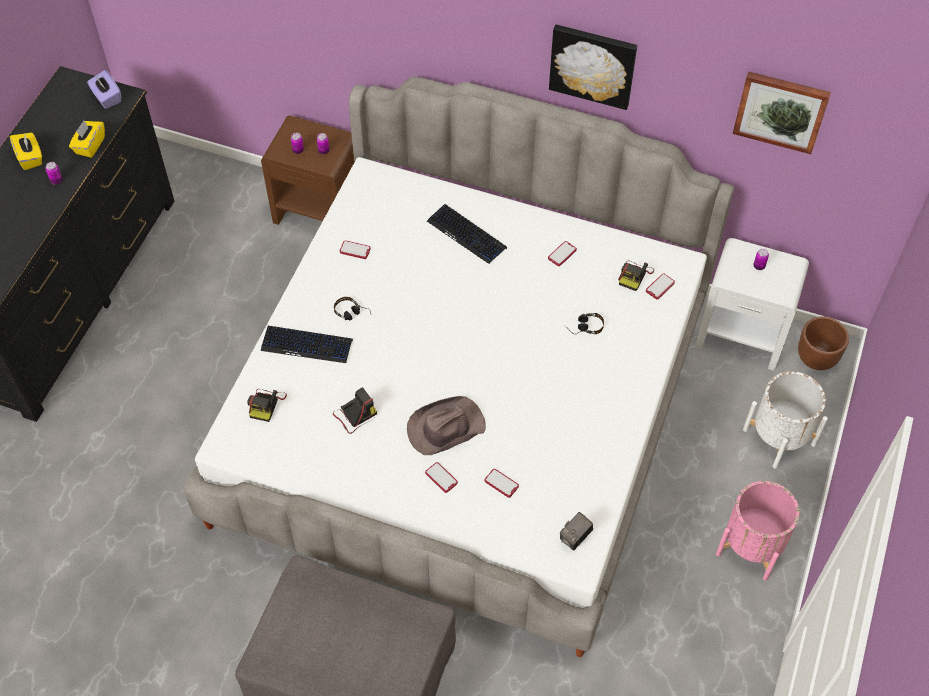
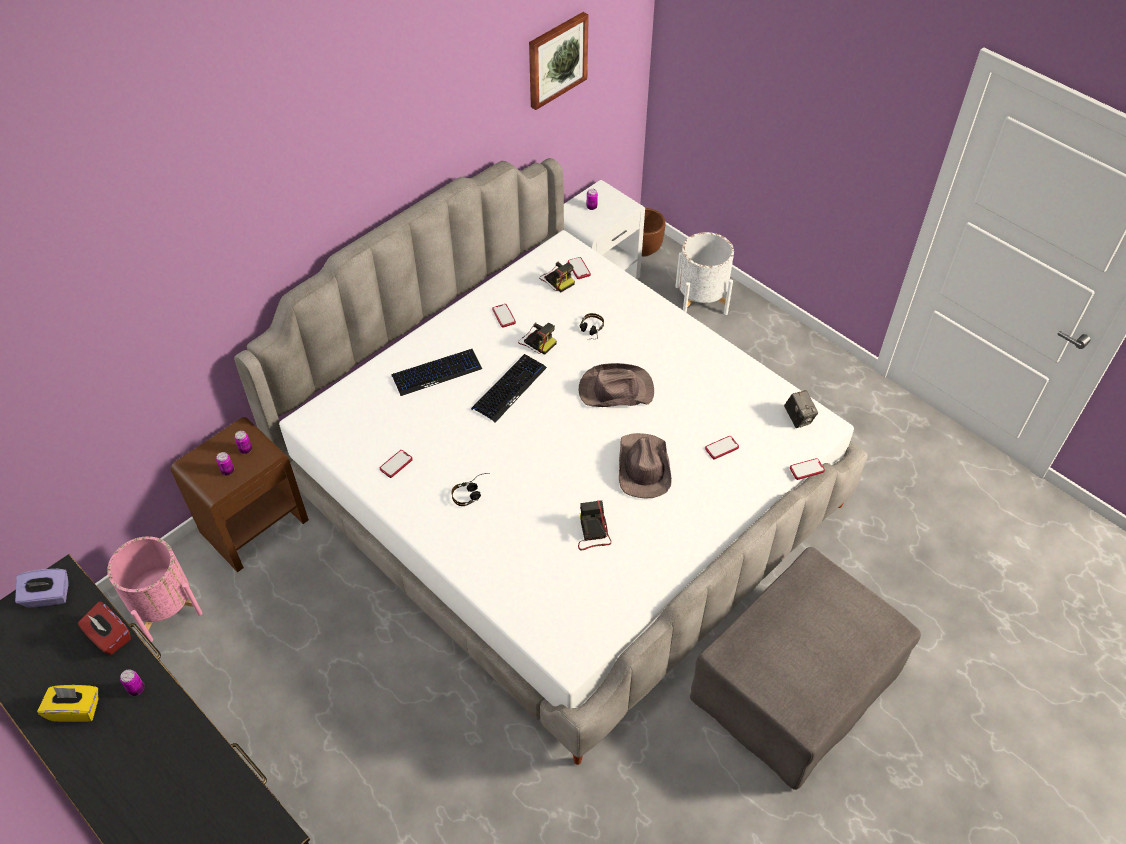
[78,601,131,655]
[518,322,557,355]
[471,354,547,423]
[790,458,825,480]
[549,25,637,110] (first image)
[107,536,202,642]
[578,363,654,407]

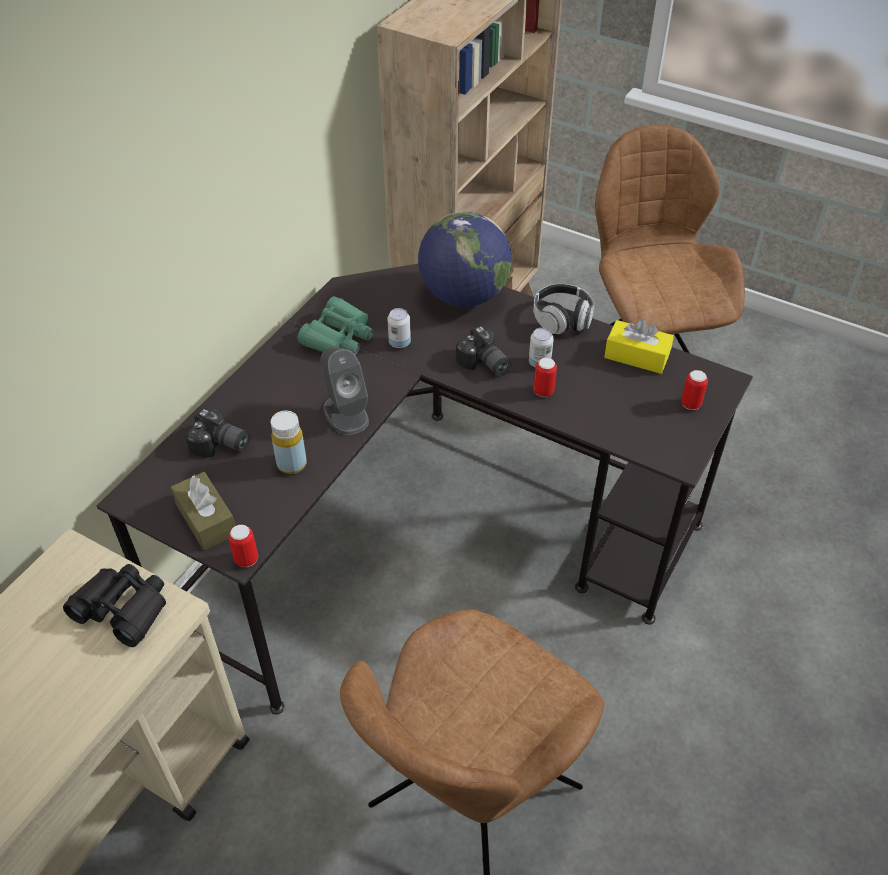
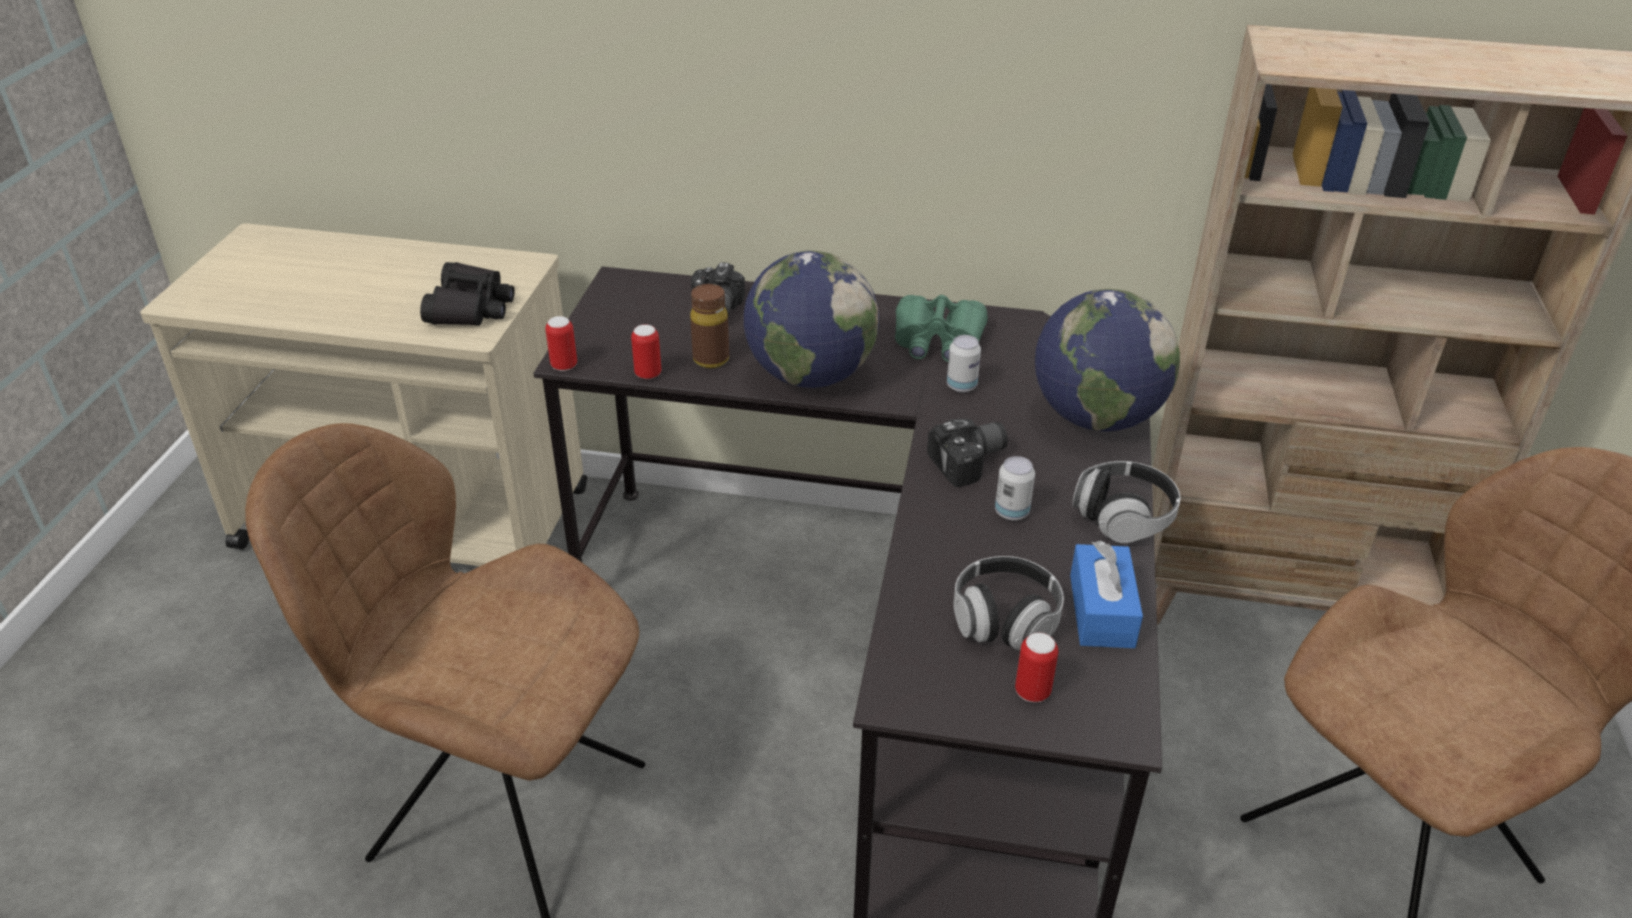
[171,472,235,550] (first image)
[690,284,729,368]
[744,251,879,388]
[927,418,1008,487]
[631,324,661,379]
[1070,541,1143,648]
[953,556,1064,651]

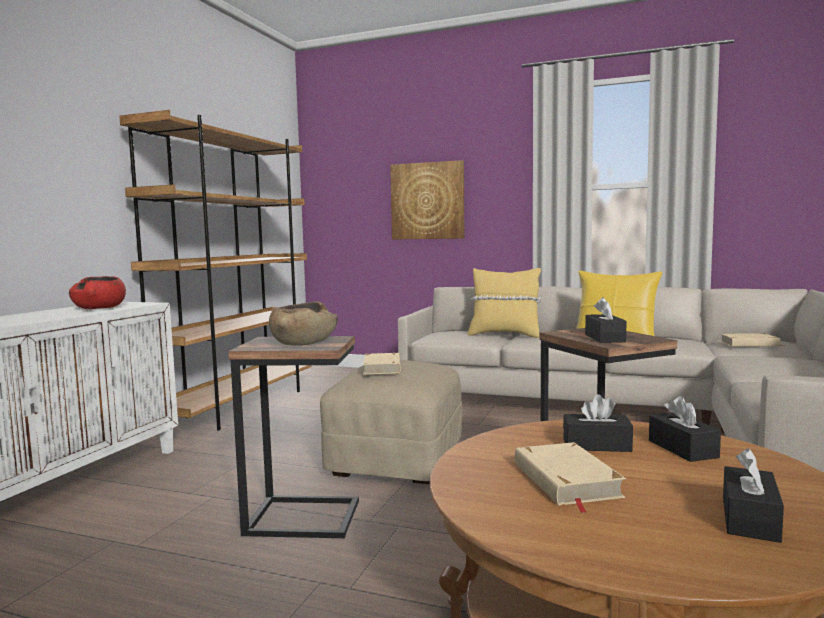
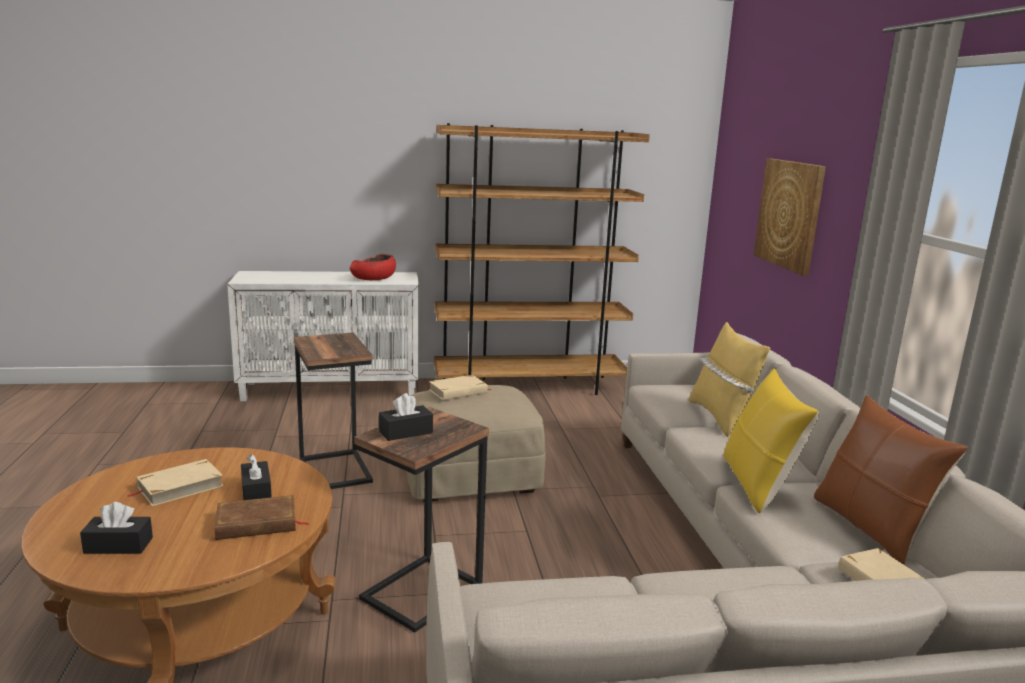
[269,301,338,346] (first image)
[215,495,309,540]
[814,395,968,565]

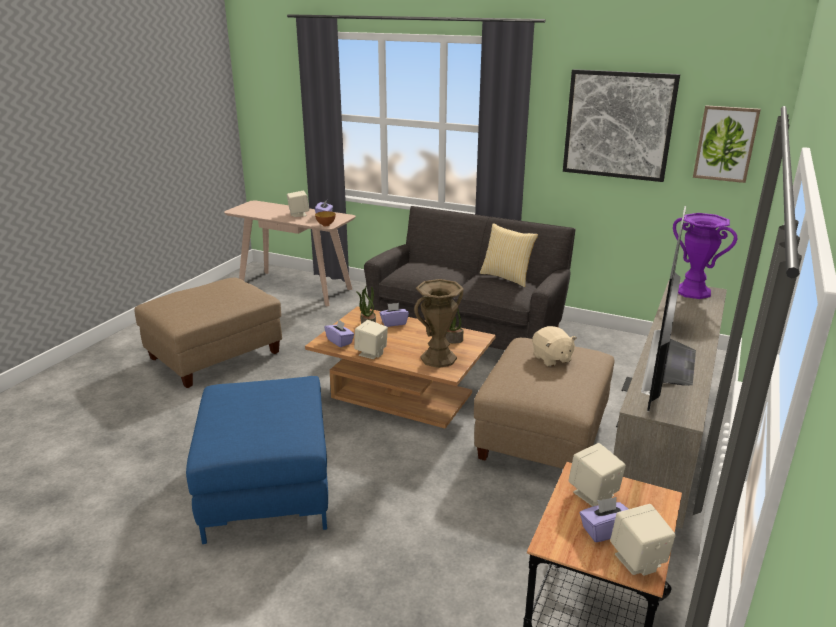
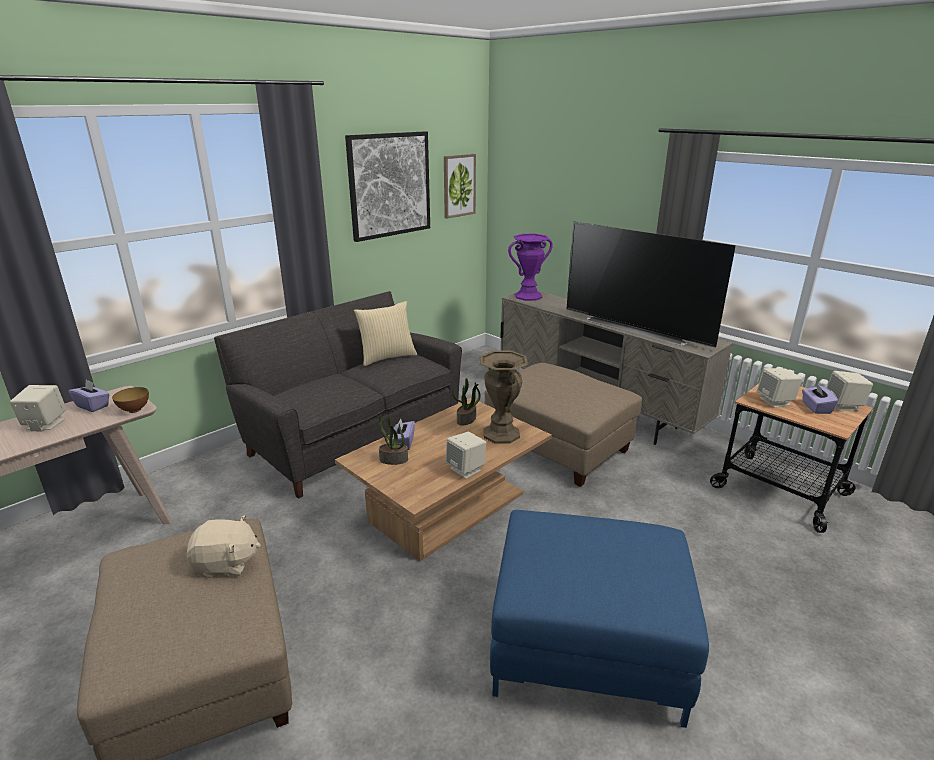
[324,319,354,347] (first image)
[187,515,261,578]

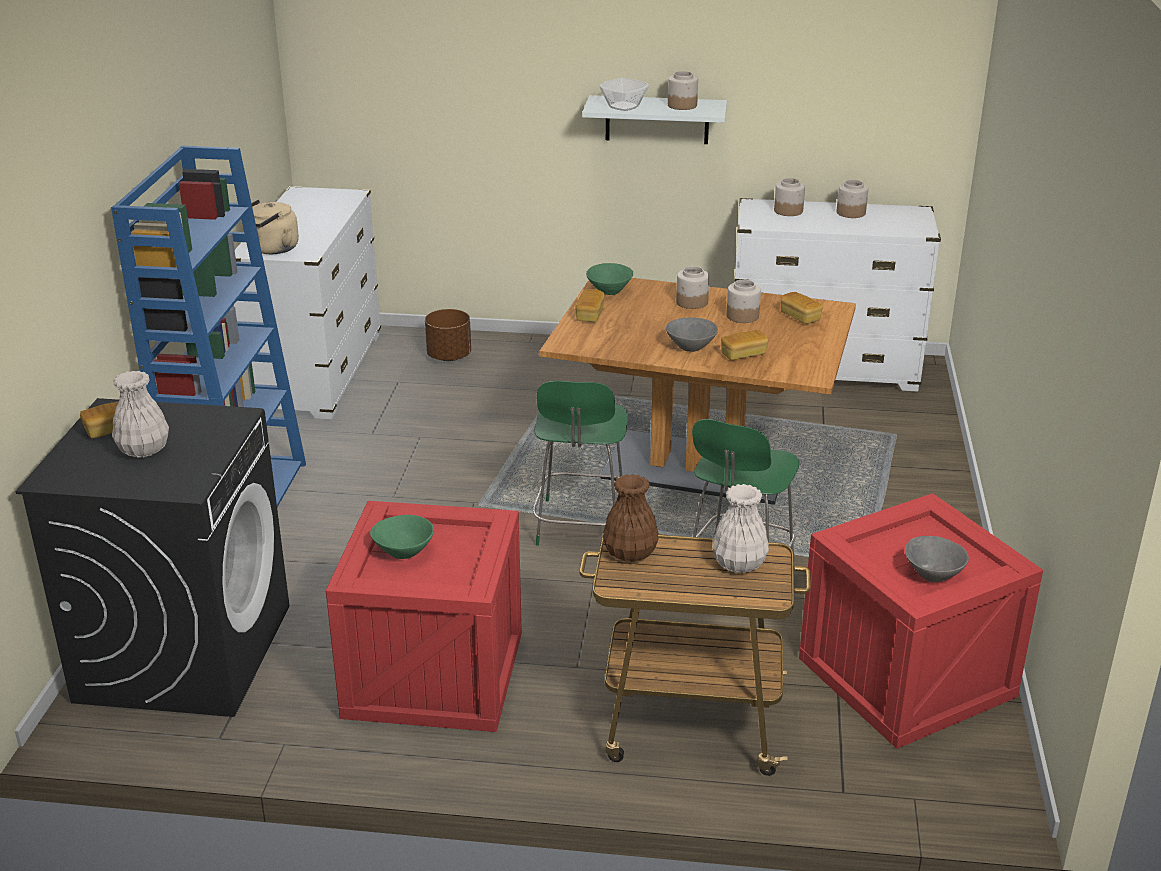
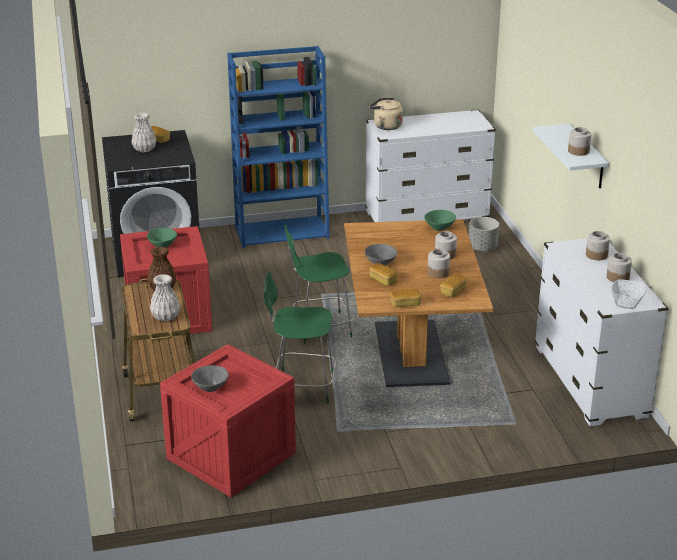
[469,217,499,251]
[390,289,421,307]
[611,279,646,309]

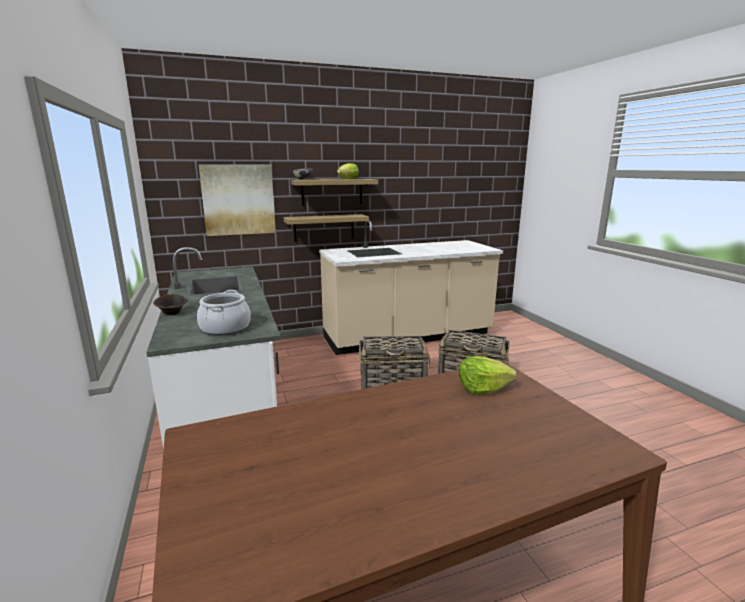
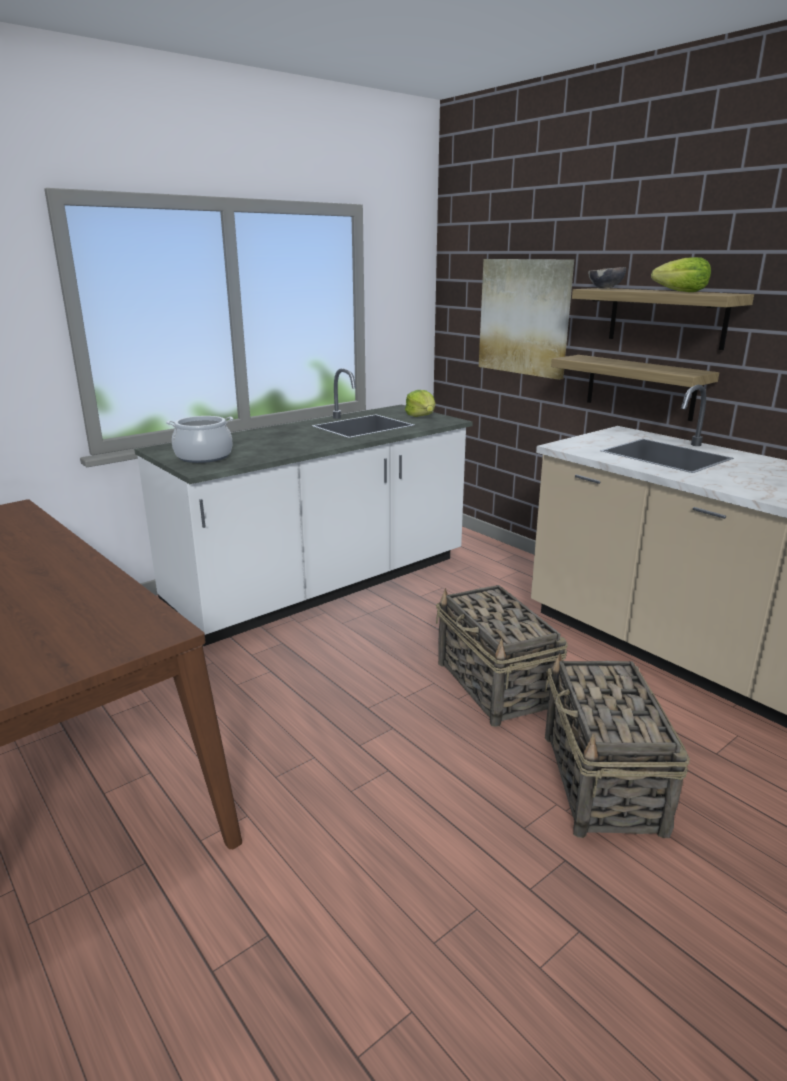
[153,294,187,315] (first image)
[405,390,435,417]

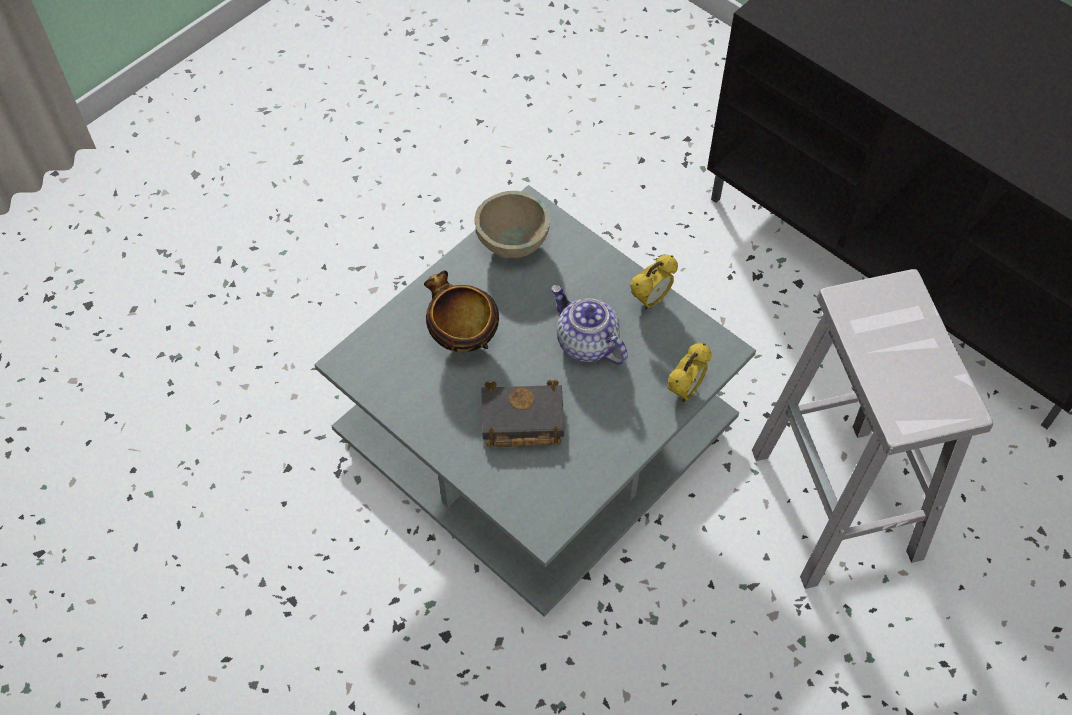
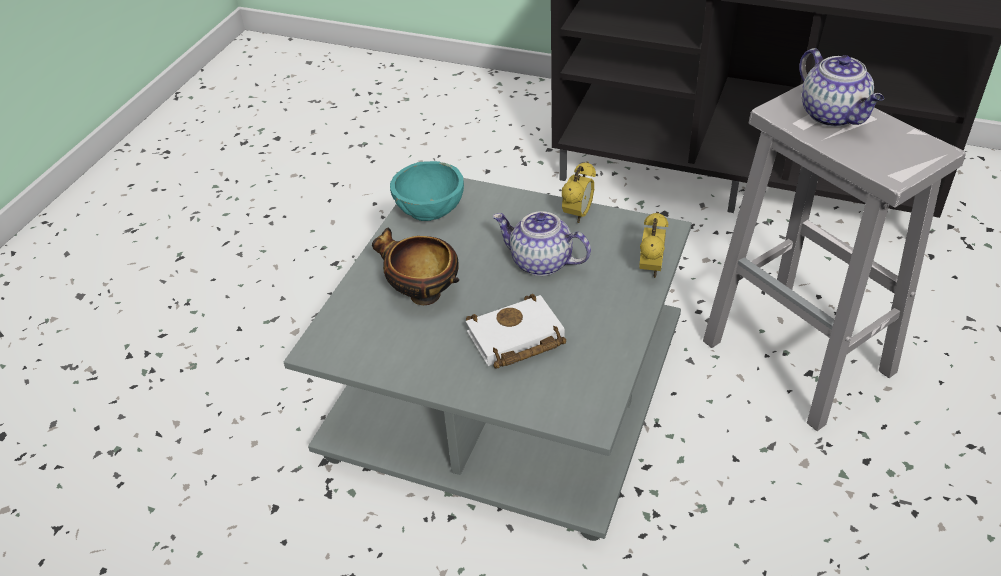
[390,161,464,221]
[466,294,566,369]
[799,48,884,127]

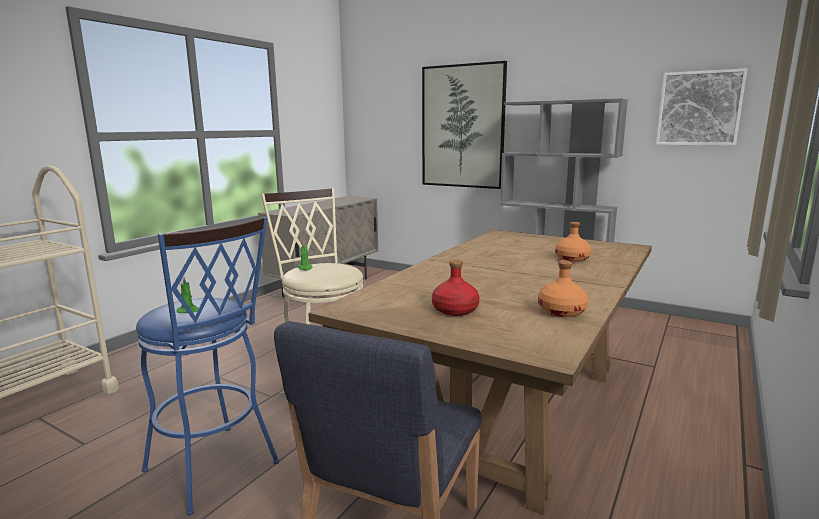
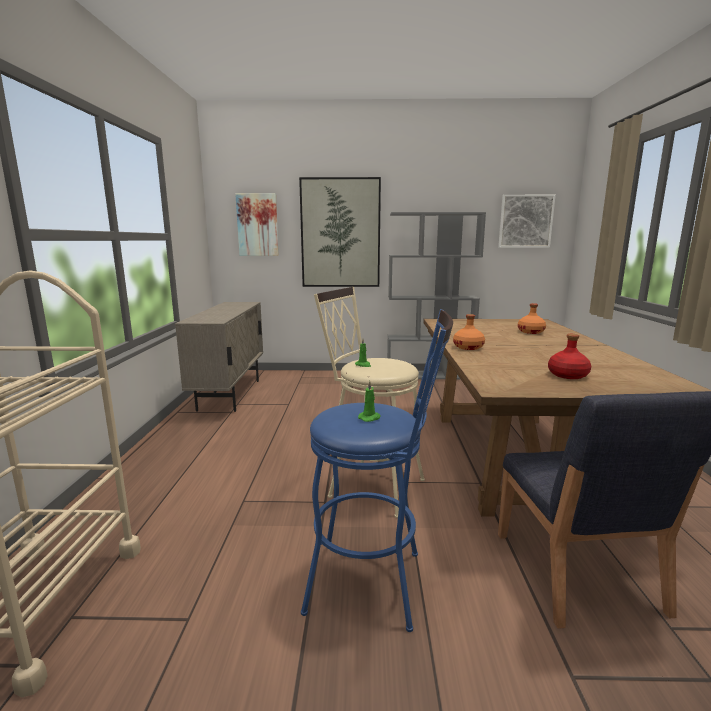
[453,314,485,350]
[235,193,279,256]

